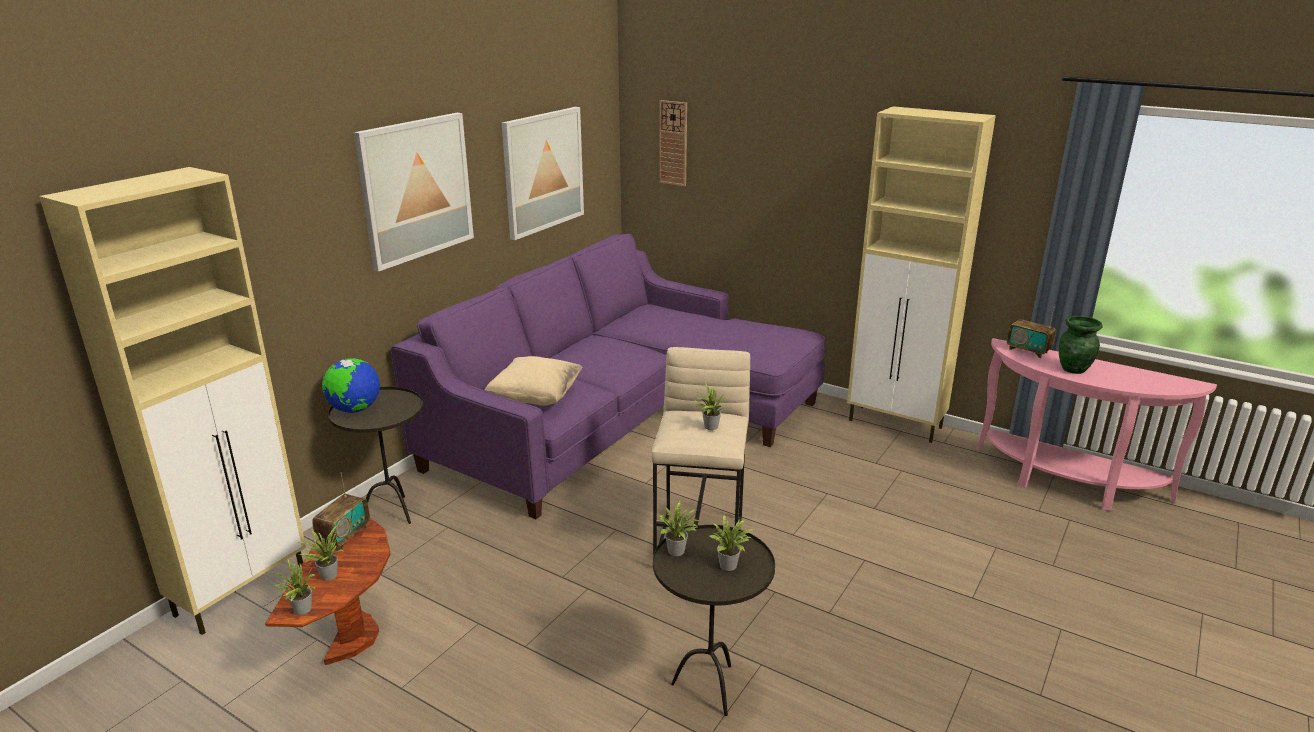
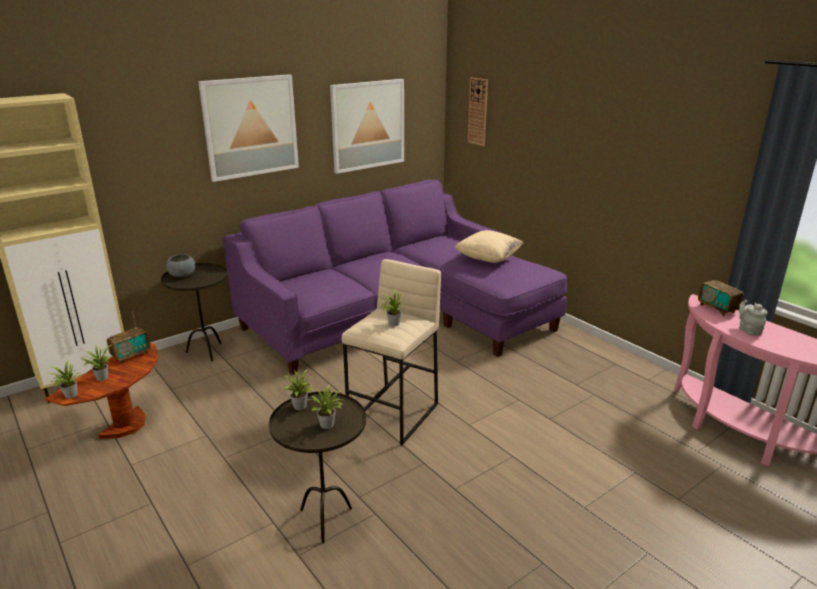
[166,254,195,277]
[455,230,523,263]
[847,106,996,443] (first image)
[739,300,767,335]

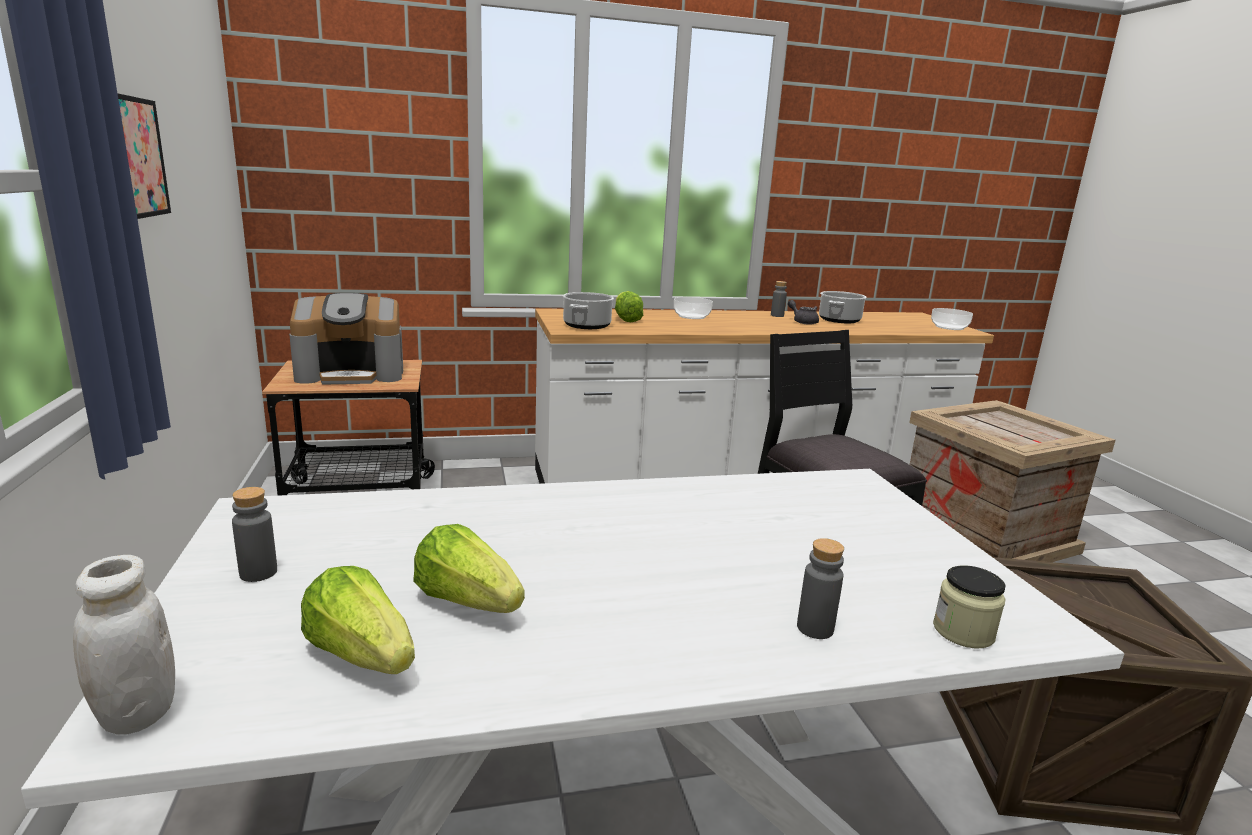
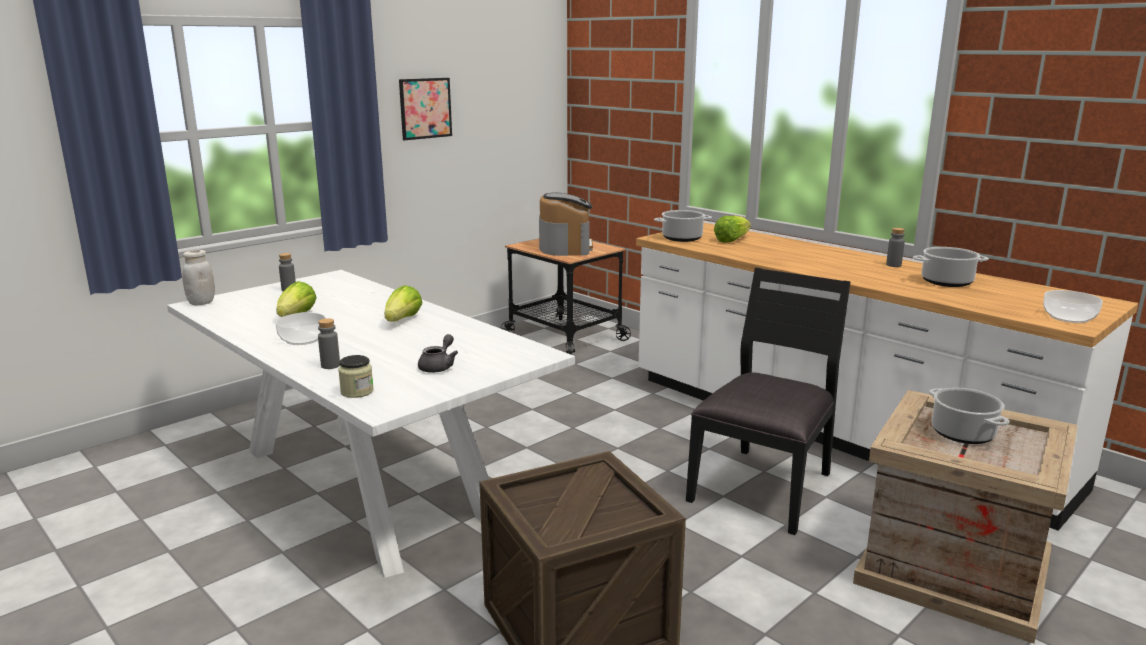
[539,192,593,256]
[385,285,422,322]
[276,313,326,345]
[418,334,458,373]
[929,387,1010,444]

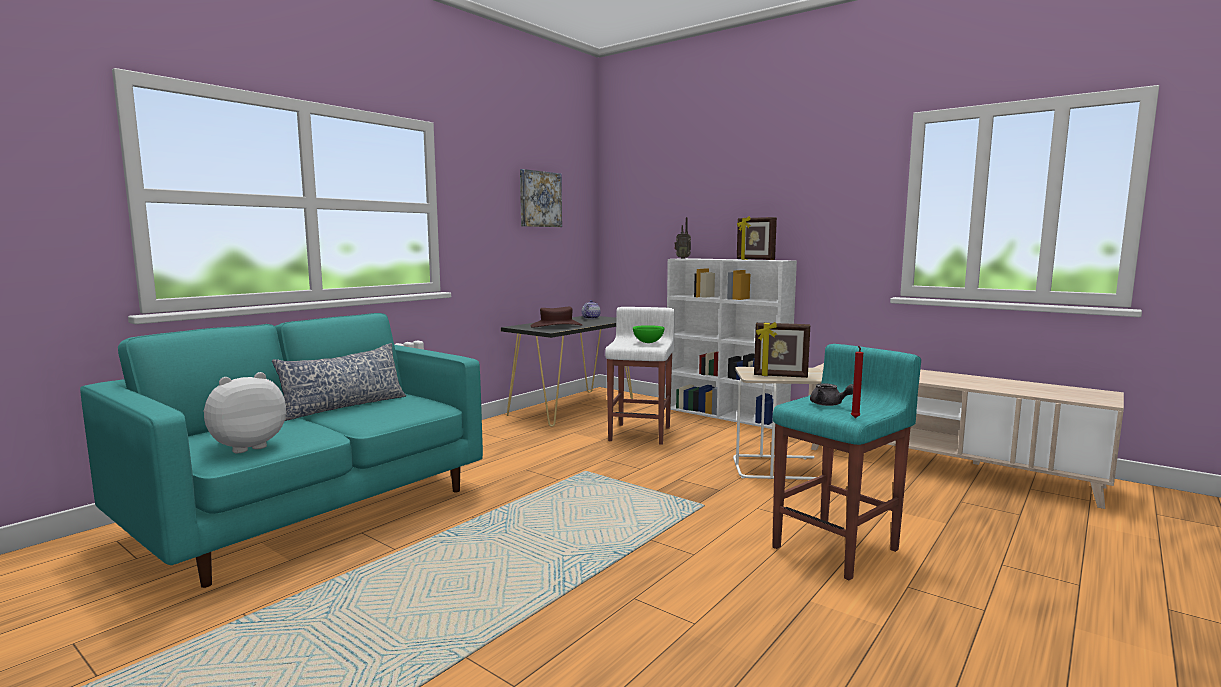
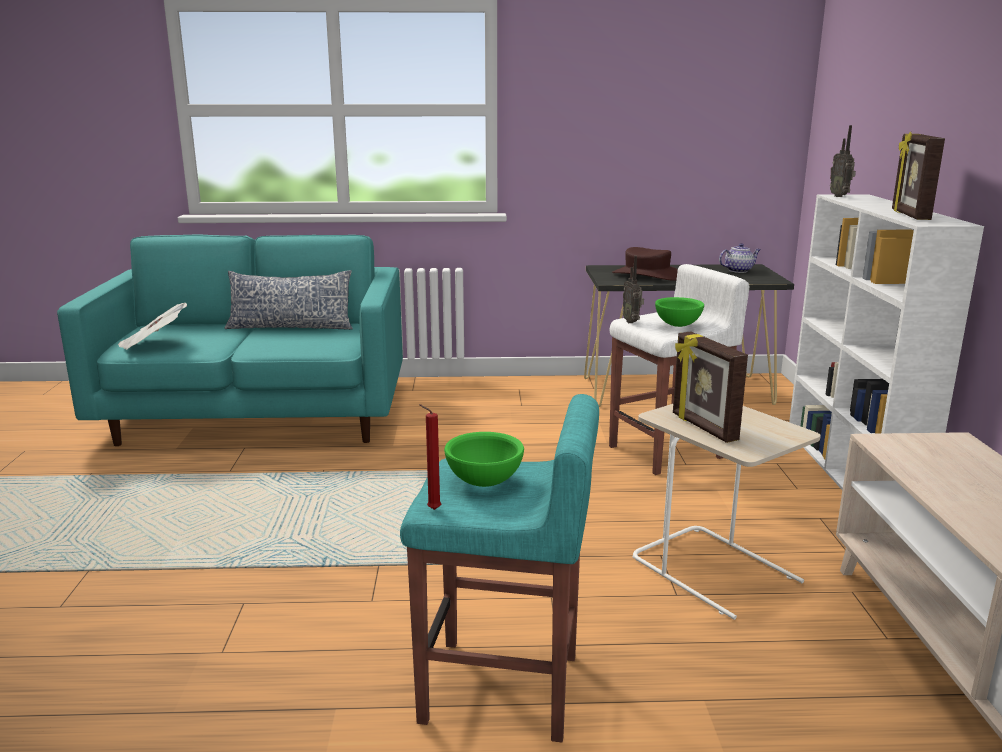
[118,303,187,350]
[520,169,562,227] (first image)
[444,432,524,487]
[623,256,644,323]

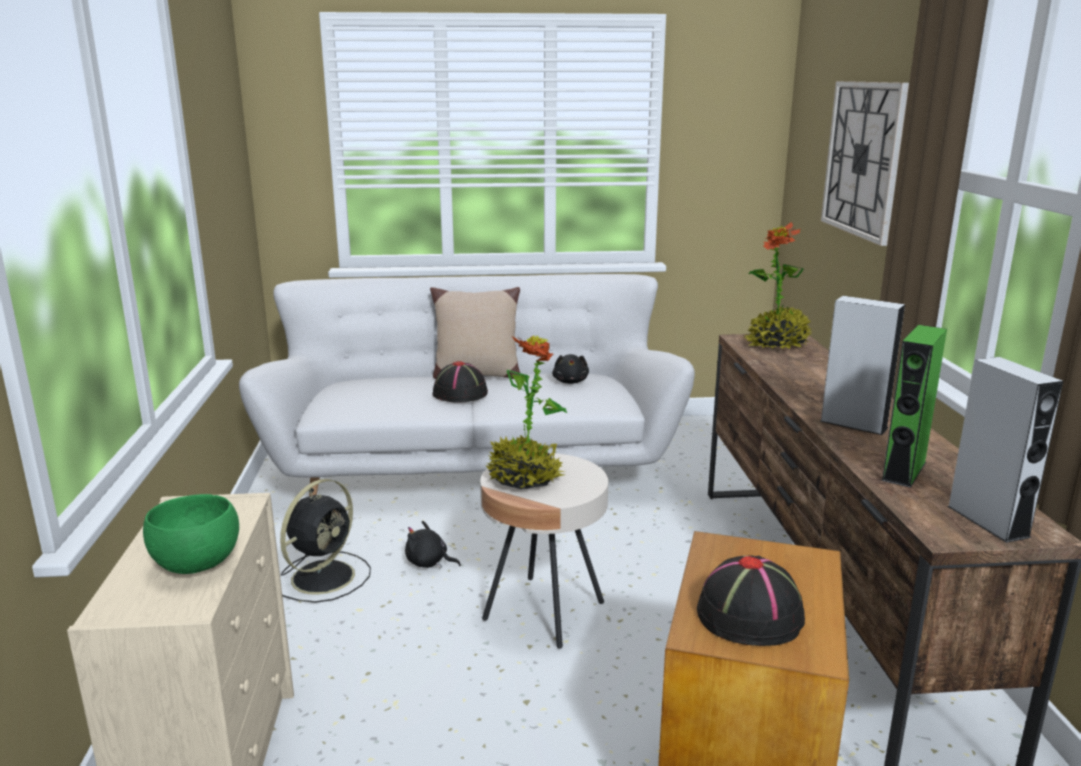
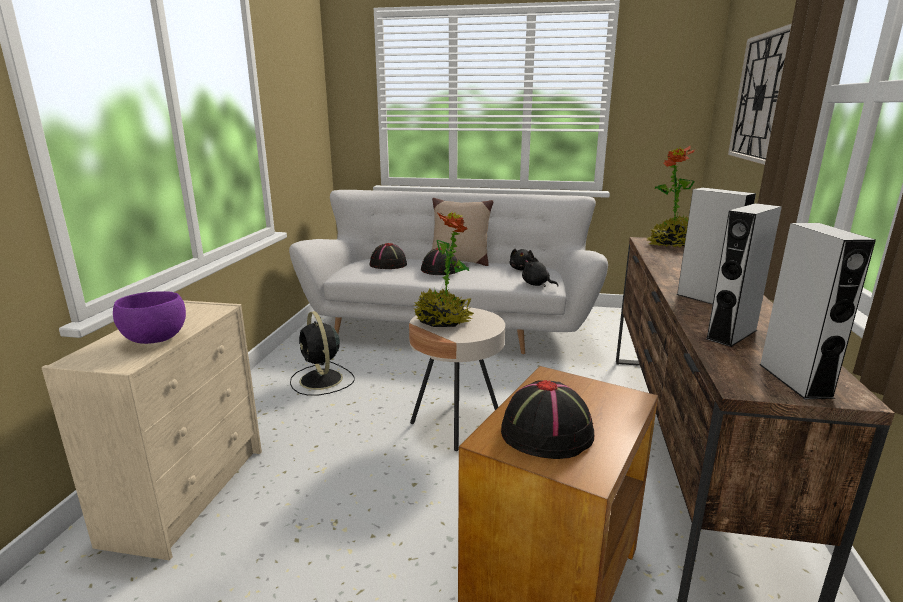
[113,291,186,344]
[290,311,355,396]
[522,258,559,287]
[706,203,782,347]
[370,243,407,269]

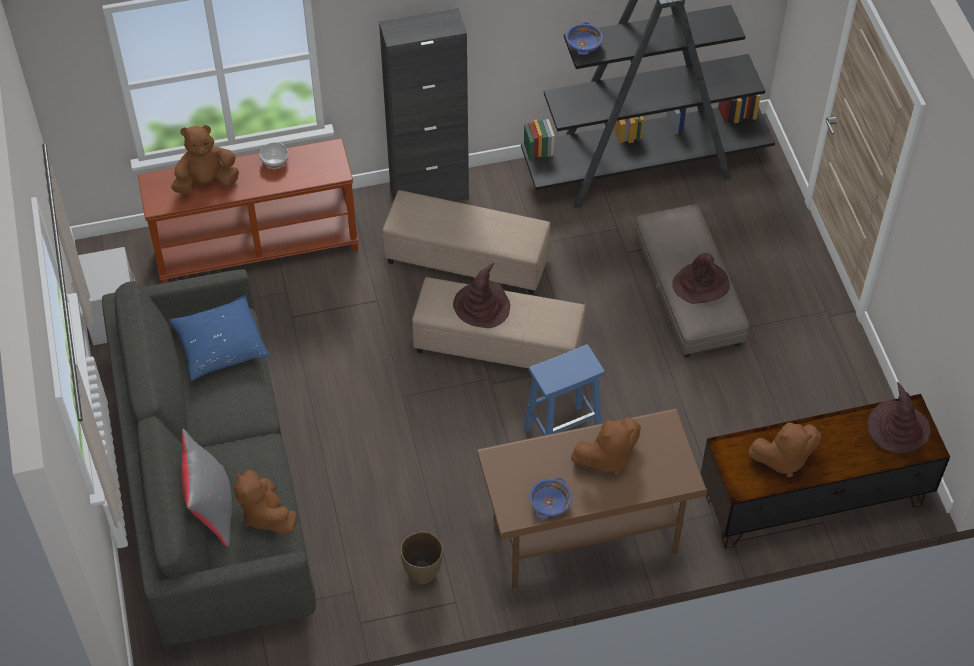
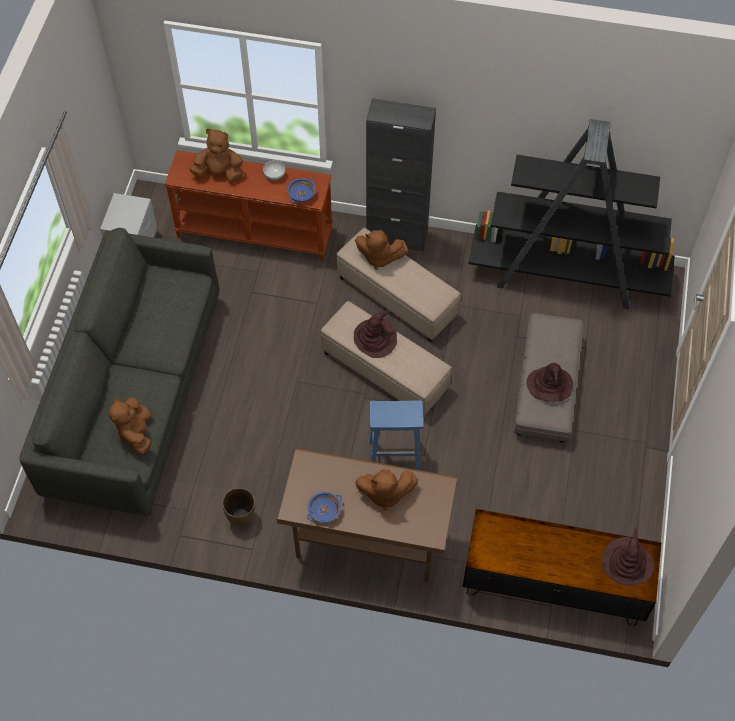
[169,295,270,381] (first image)
[181,429,232,547] (first image)
[287,178,316,203]
[355,230,408,270]

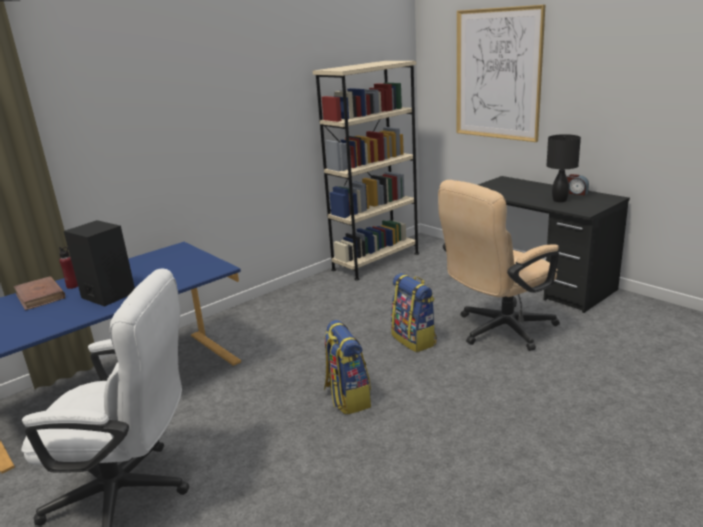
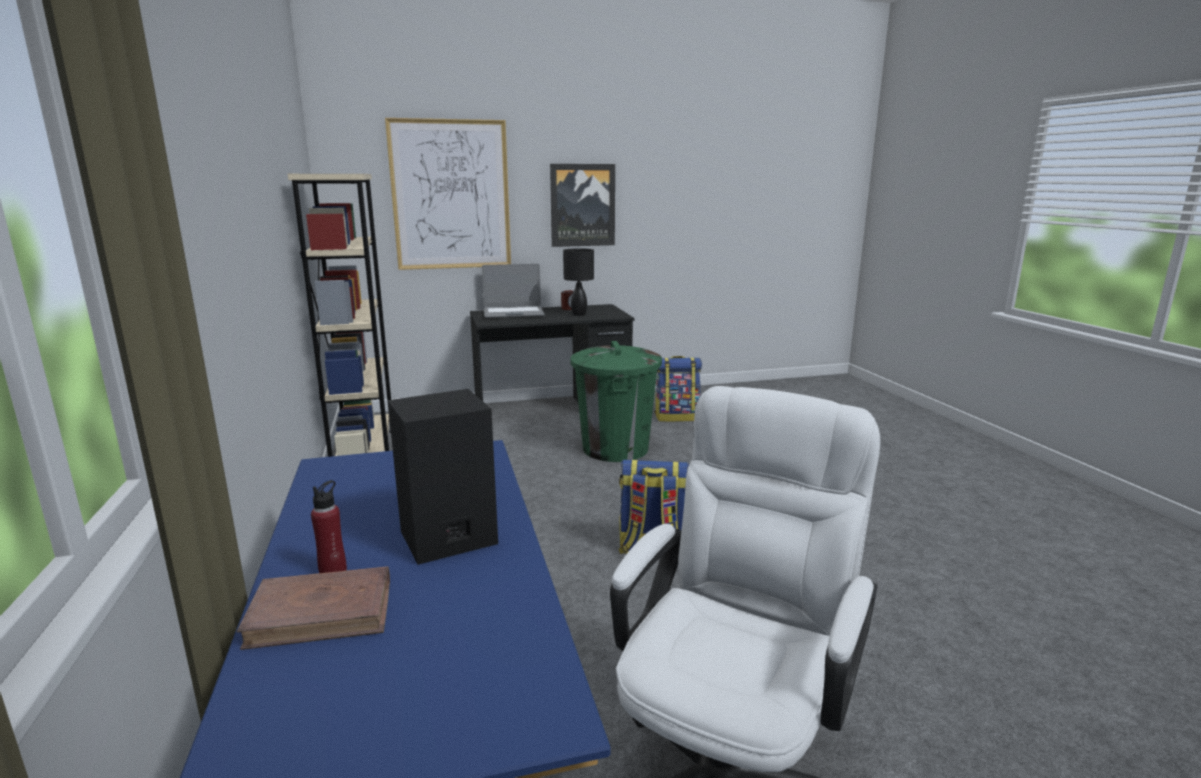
[655,356,702,422]
[571,341,662,462]
[482,264,545,318]
[550,164,615,247]

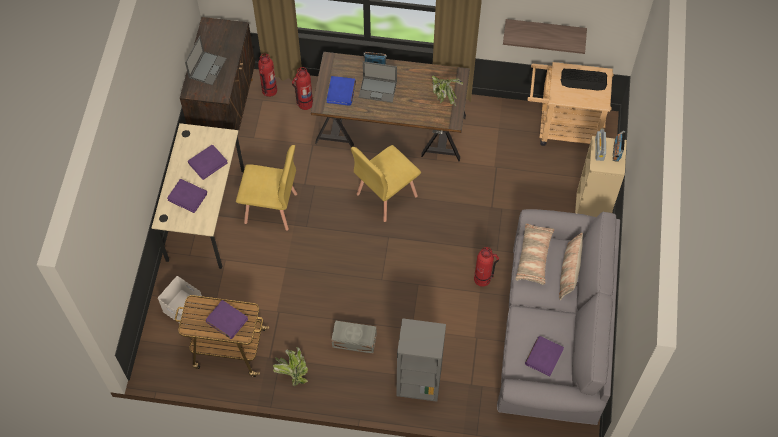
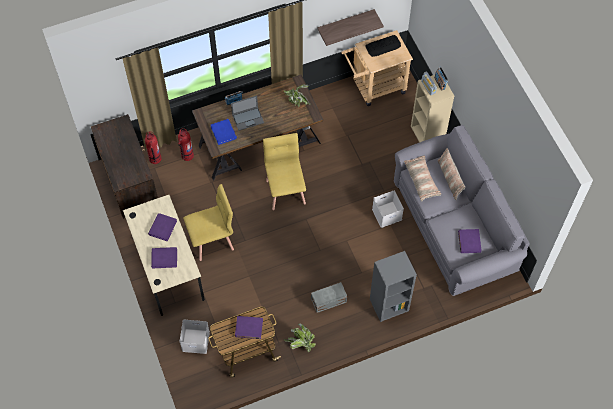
[185,36,227,85] (first image)
[263,133,306,210]
[372,191,404,228]

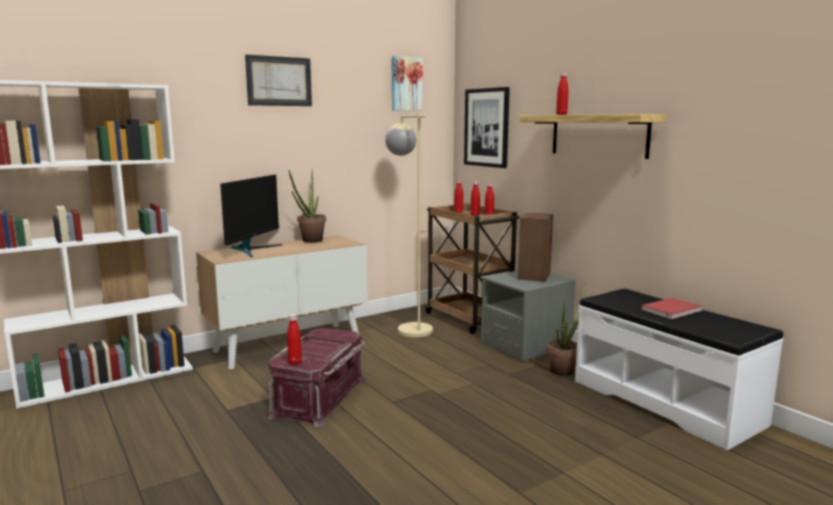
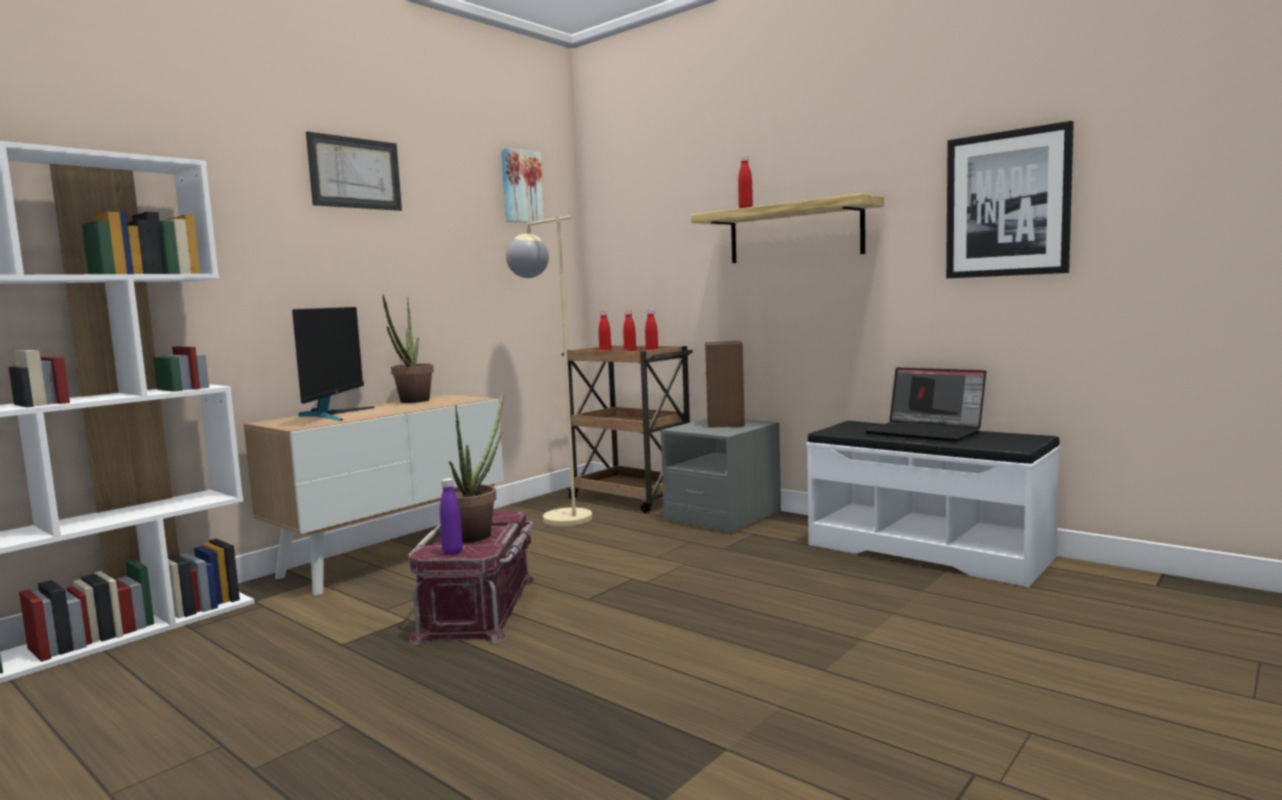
[440,478,463,555]
[946,121,1074,278]
[441,391,504,542]
[865,368,986,442]

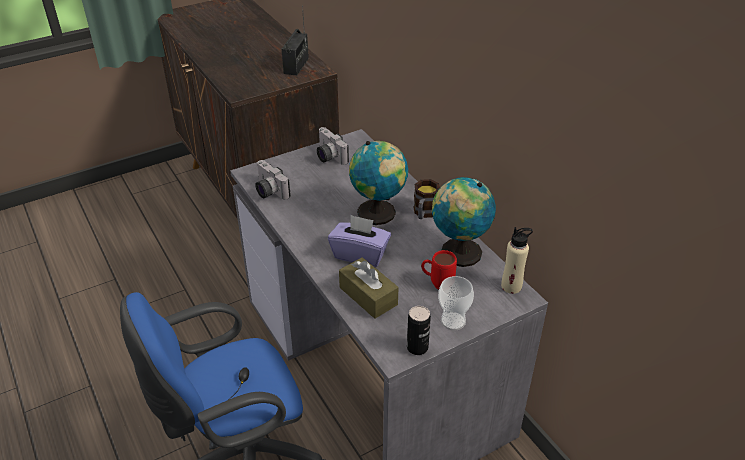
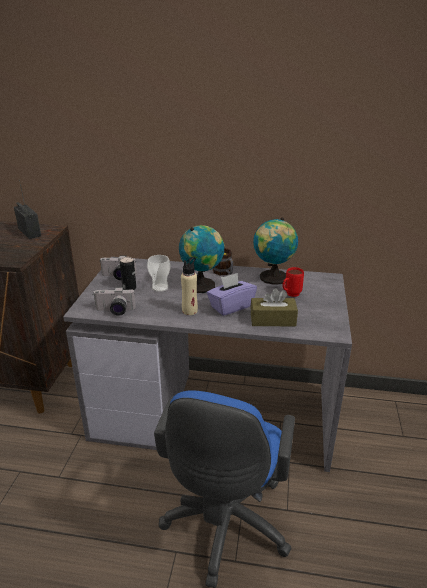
[120,257,136,290]
[147,255,171,292]
[181,257,198,315]

